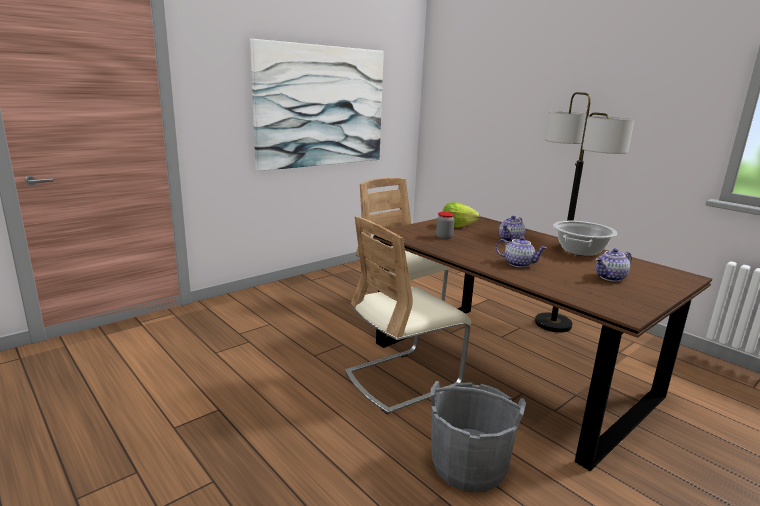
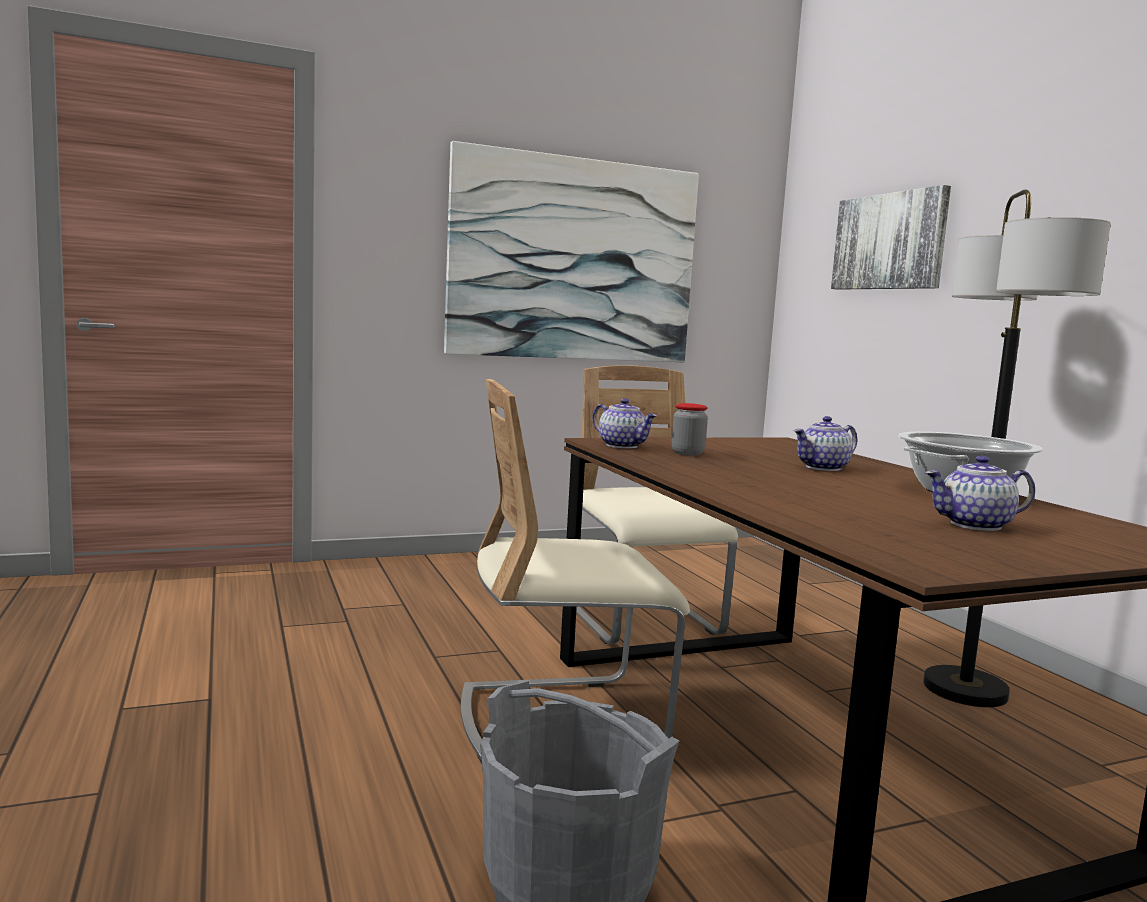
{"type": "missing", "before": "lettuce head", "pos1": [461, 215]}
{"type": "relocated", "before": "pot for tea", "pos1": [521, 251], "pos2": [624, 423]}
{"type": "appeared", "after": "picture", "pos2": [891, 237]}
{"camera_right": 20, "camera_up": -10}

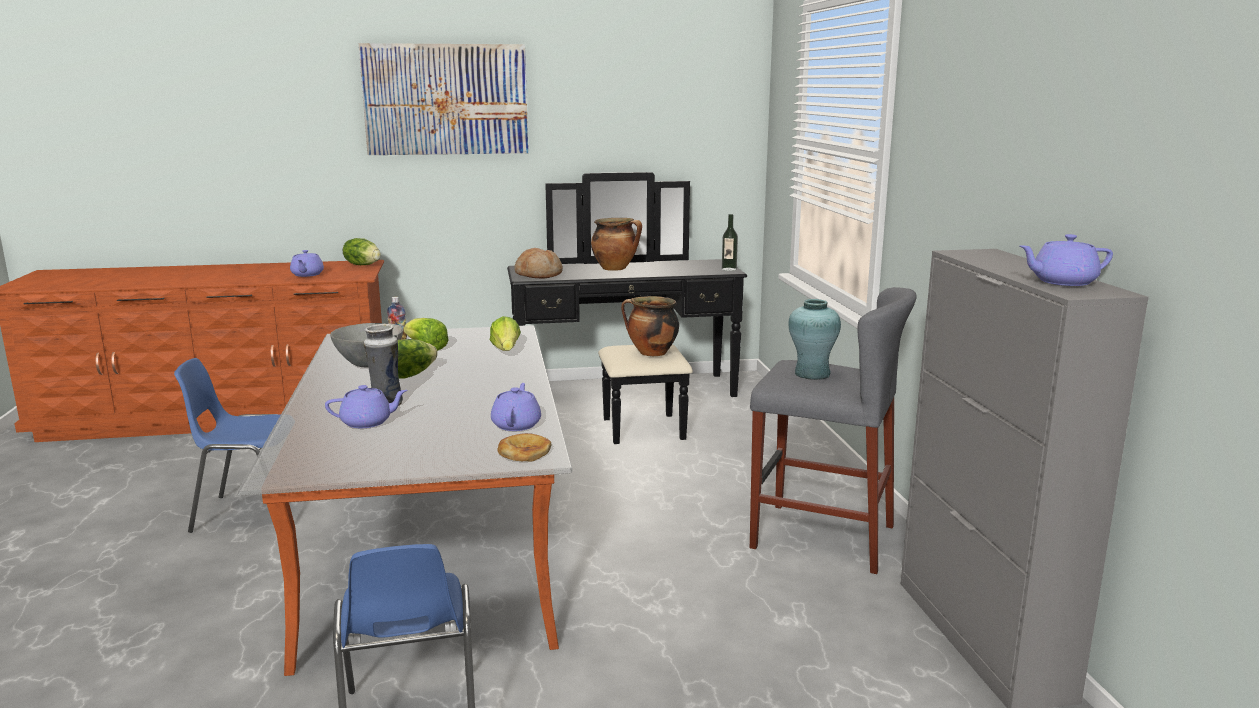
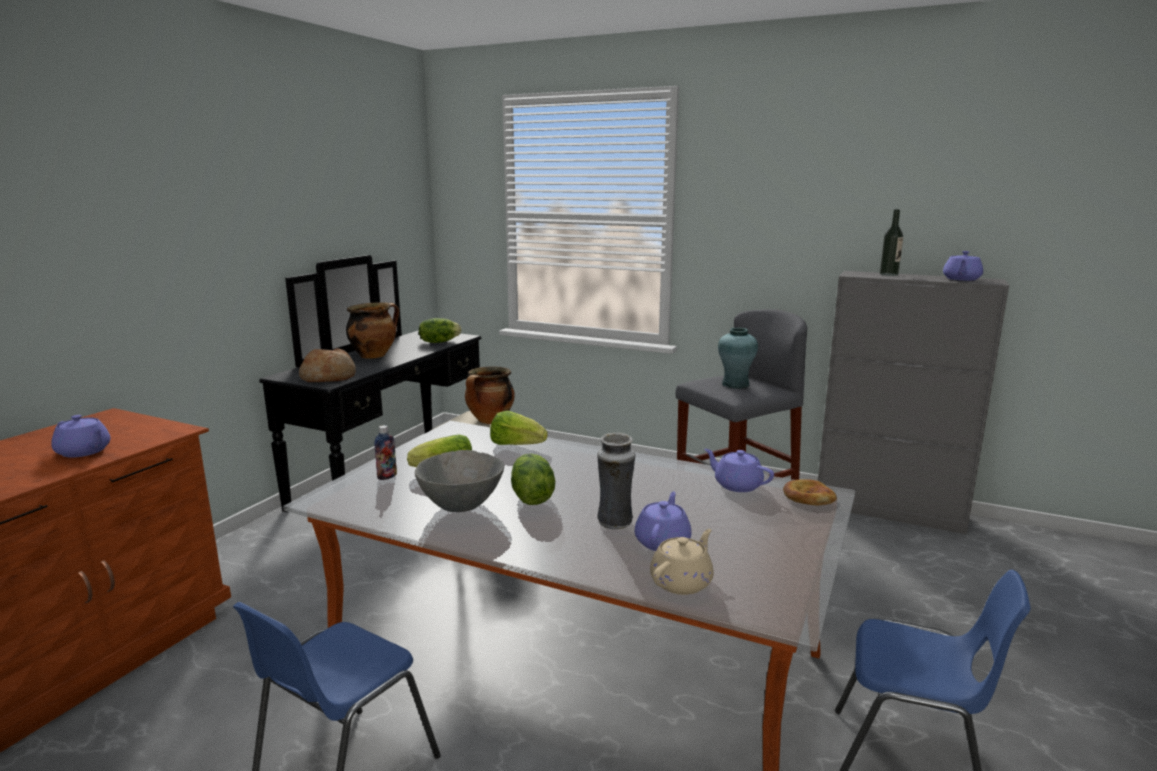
{"type": "missing", "before": "picture", "pos1": [443, 99]}
{"type": "relocated", "before": "drink bottle", "pos1": [730, 242], "pos2": [891, 242]}
{"type": "relocated", "before": "lettuce head", "pos1": [362, 251], "pos2": [440, 330]}
{"type": "appeared", "after": "pot for tea (beige-coloured)", "pos2": [682, 562]}
{"camera_right": -55, "camera_up": 0}

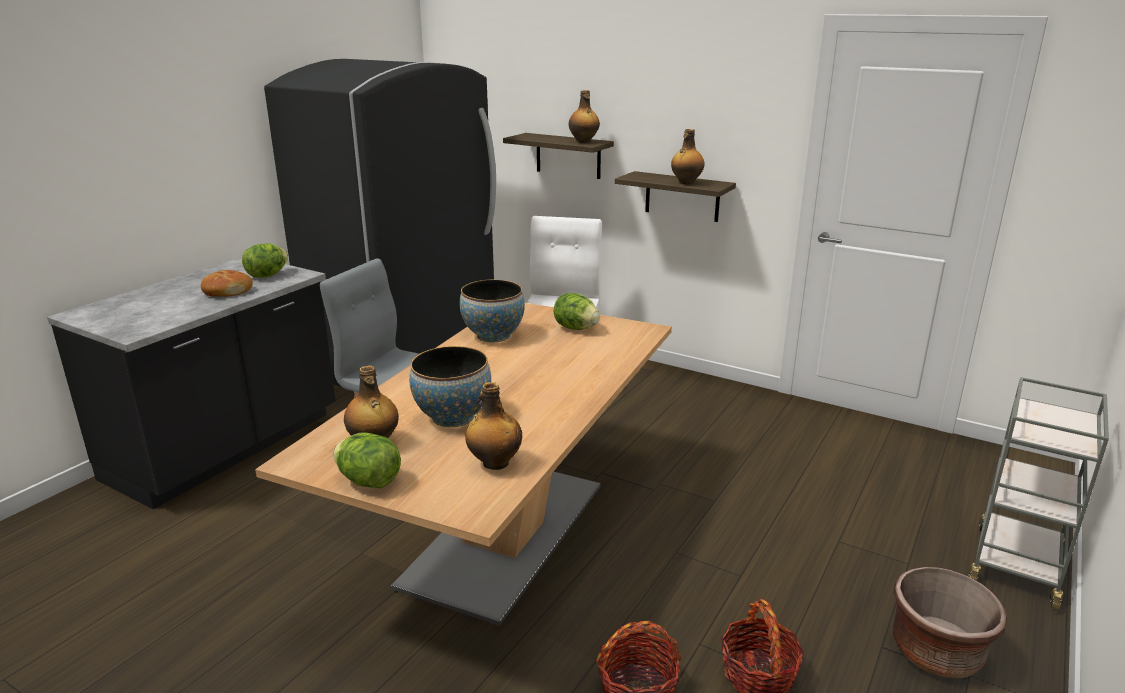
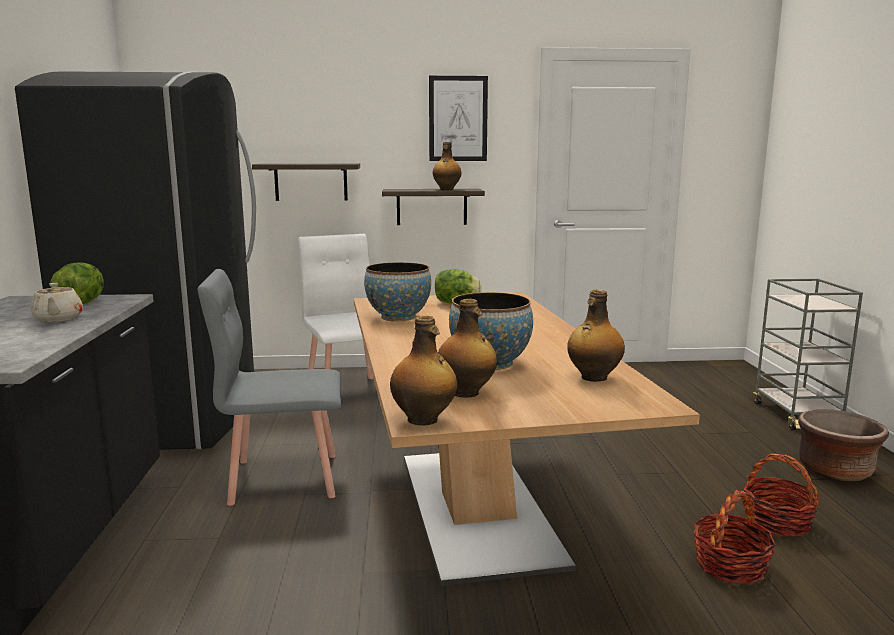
{"type": "relocated", "before": "drink bottle", "pos1": [584, 116], "pos2": [423, 371]}
{"type": "exchanged", "before": "baked bread", "after": "pot for tea (beige-coloured)", "pos1": [227, 283], "pos2": [56, 302]}
{"type": "missing", "before": "lettuce head", "pos1": [367, 460]}
{"type": "appeared", "after": "picture", "pos2": [458, 118]}
{"camera_right": -35, "camera_up": -10}

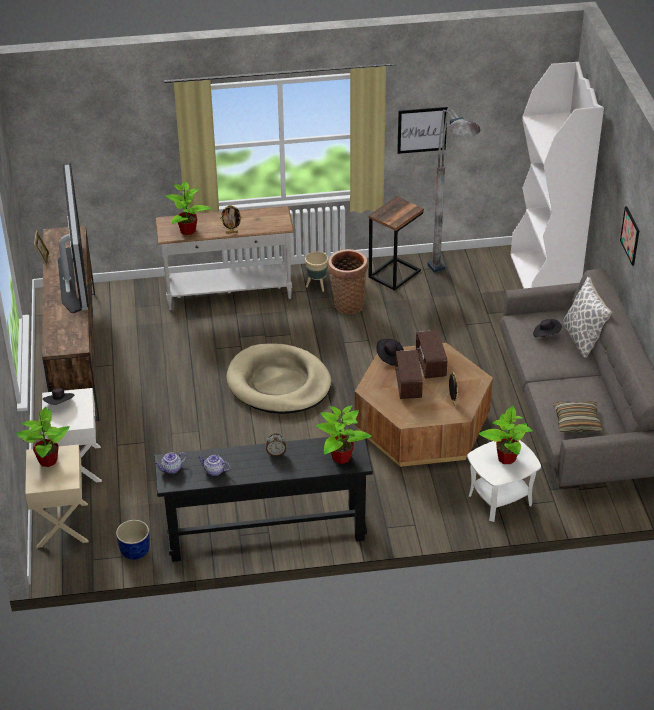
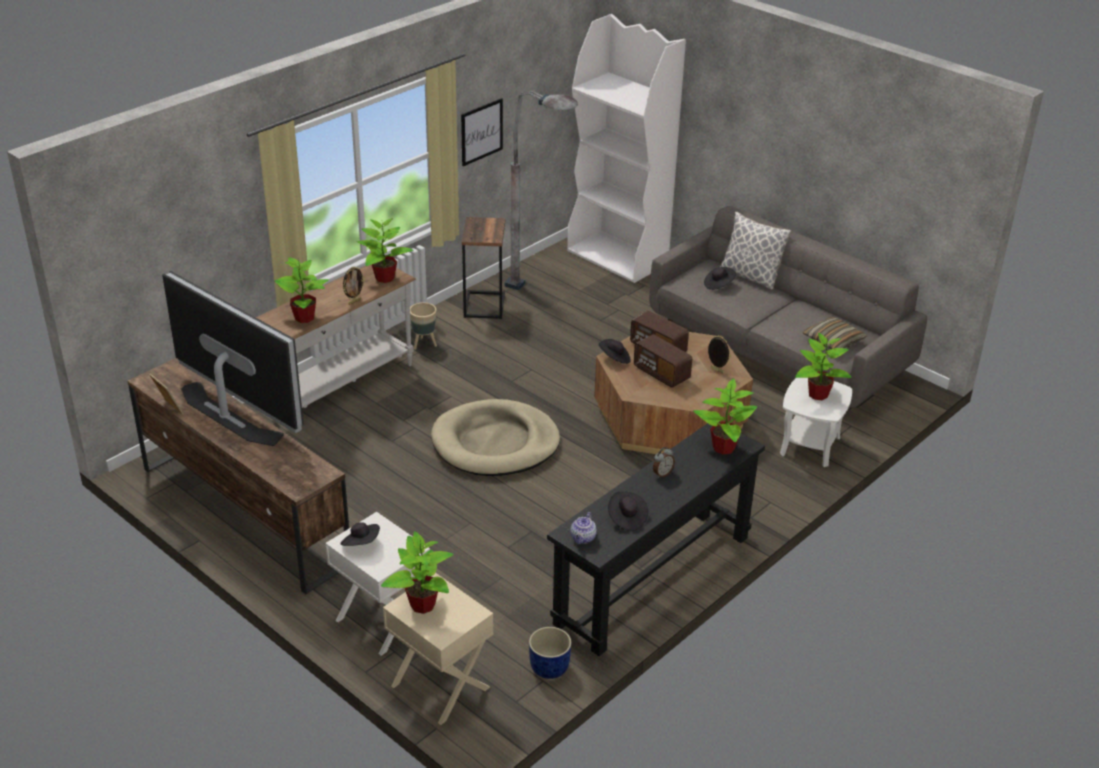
{"type": "missing", "before": "picture", "pos1": [629, 236]}
{"type": "missing", "before": "storage basket", "pos1": [348, 281]}
{"type": "exchanged", "before": "pot for tea", "after": "clothing hat (black-coloured)", "pos1": [214, 465], "pos2": [628, 511]}
{"type": "appeared", "after": "potted plant", "pos2": [385, 250]}
{"camera_right": -40, "camera_up": -5}

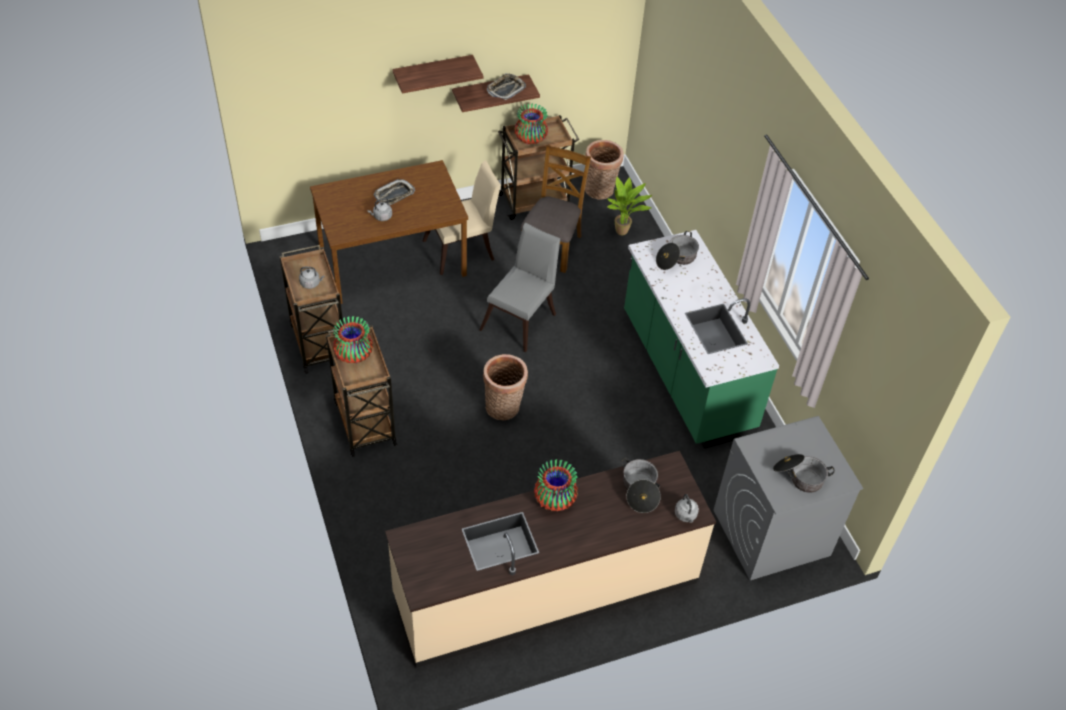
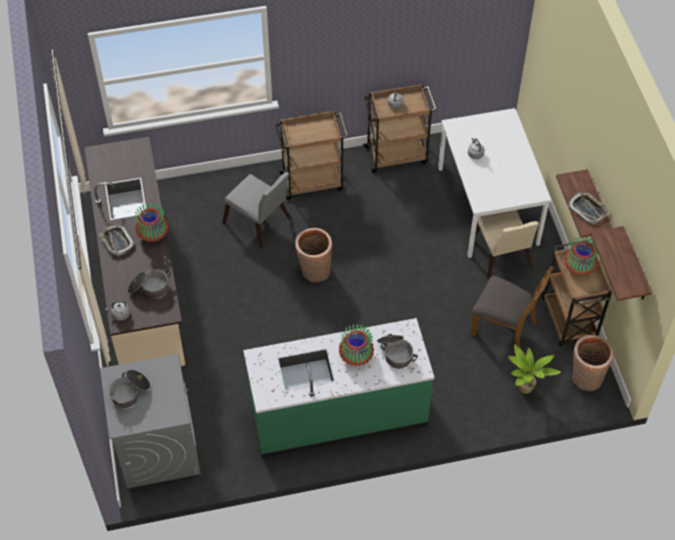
{"type": "relocated", "before": "shelf", "pos1": [438, 74], "pos2": [621, 263]}
{"type": "colour", "before": "dining table (brown)", "after": "dining table (whitish)", "pos1": [389, 232], "pos2": [494, 183]}
{"type": "relocated", "before": "carrying tray", "pos1": [394, 192], "pos2": [117, 239]}
{"type": "relocated", "before": "upright chair (greyish)", "pos1": [519, 288], "pos2": [257, 210]}
{"type": "relocated", "before": "flower vase", "pos1": [353, 339], "pos2": [356, 345]}
{"camera_right": 100, "camera_up": 5}

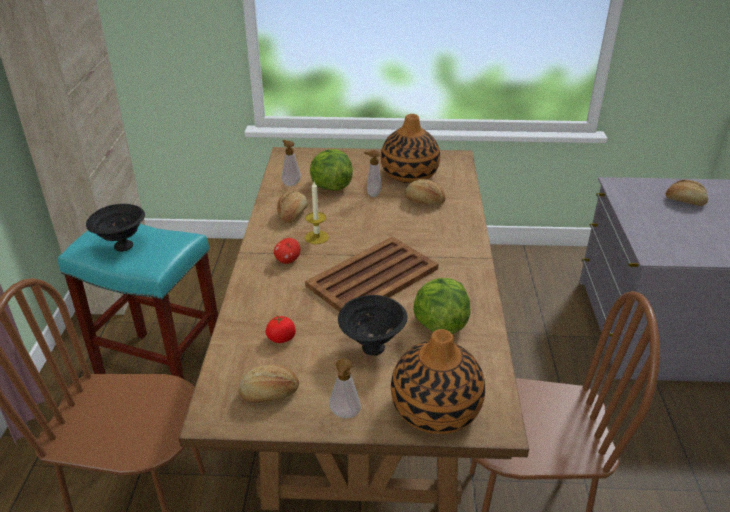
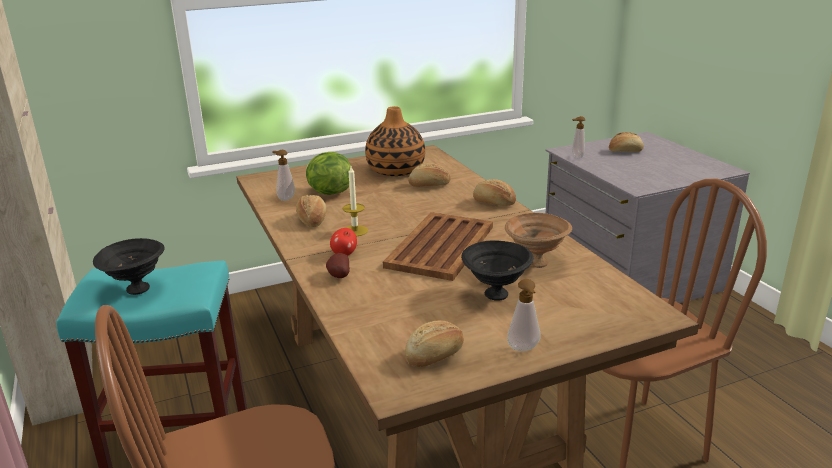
{"type": "relocated", "before": "soap dispenser", "pos1": [372, 173], "pos2": [578, 137]}
{"type": "exchanged", "before": "lettuce head", "after": "bowl (brown)", "pos1": [442, 306], "pos2": [538, 240]}
{"type": "missing", "before": "tomato", "pos1": [281, 329]}
{"type": "missing", "before": "flower vase", "pos1": [438, 381]}
{"type": "appeared", "after": "baked bread", "pos2": [494, 192]}
{"type": "appeared", "after": "potato", "pos2": [338, 265]}
{"camera_right": -25, "camera_up": -10}

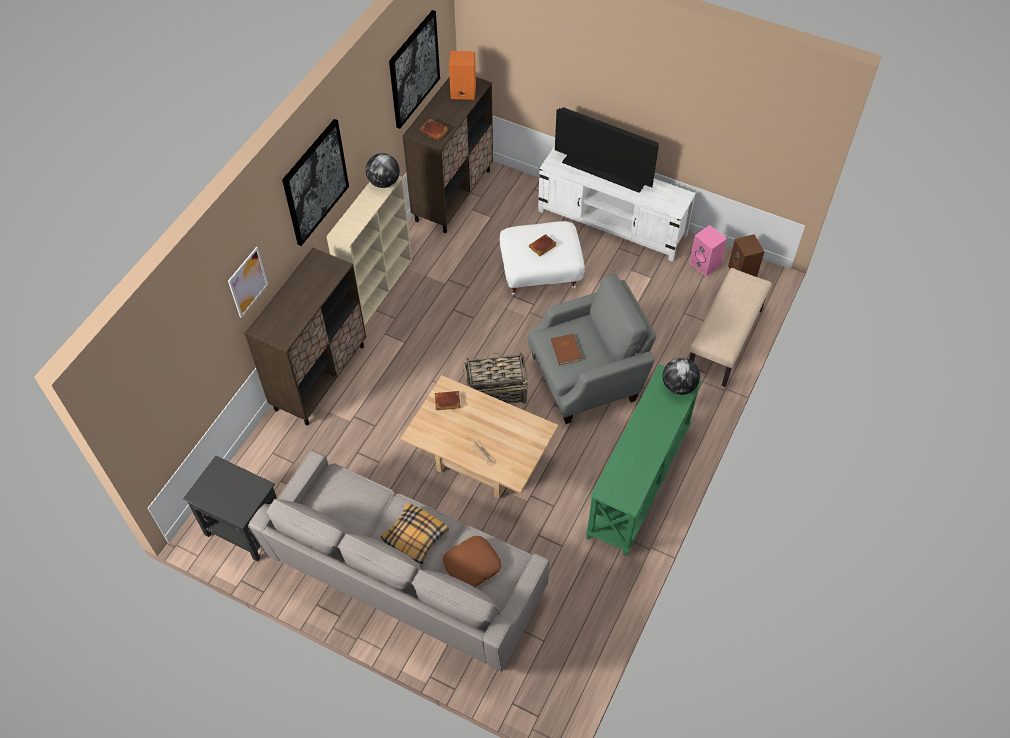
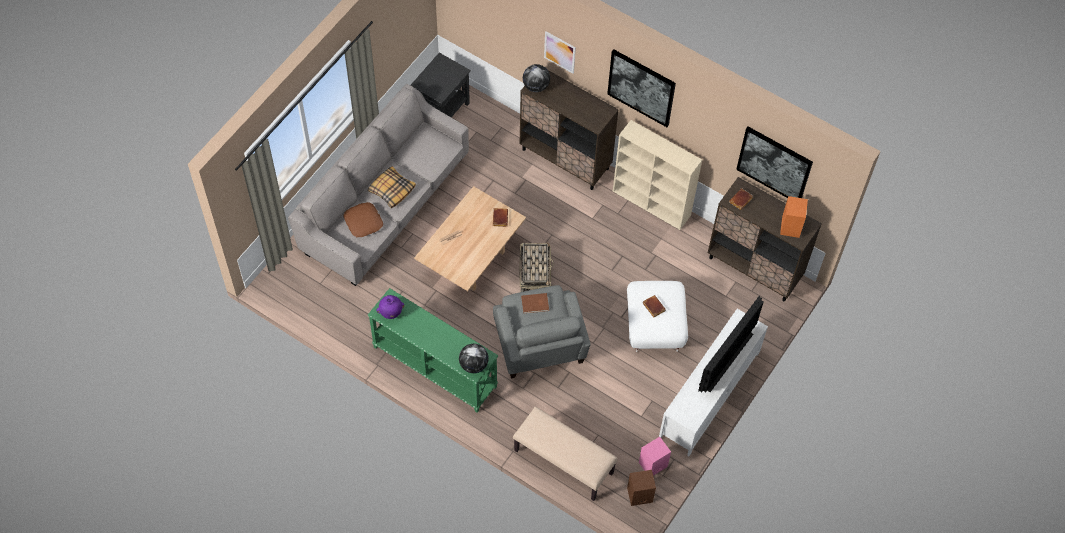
{"type": "relocated", "before": "globe", "pos1": [382, 170], "pos2": [536, 78]}
{"type": "appeared", "after": "flower vase (purplish)", "pos2": [391, 307]}
{"camera_right": 95, "camera_up": 5}

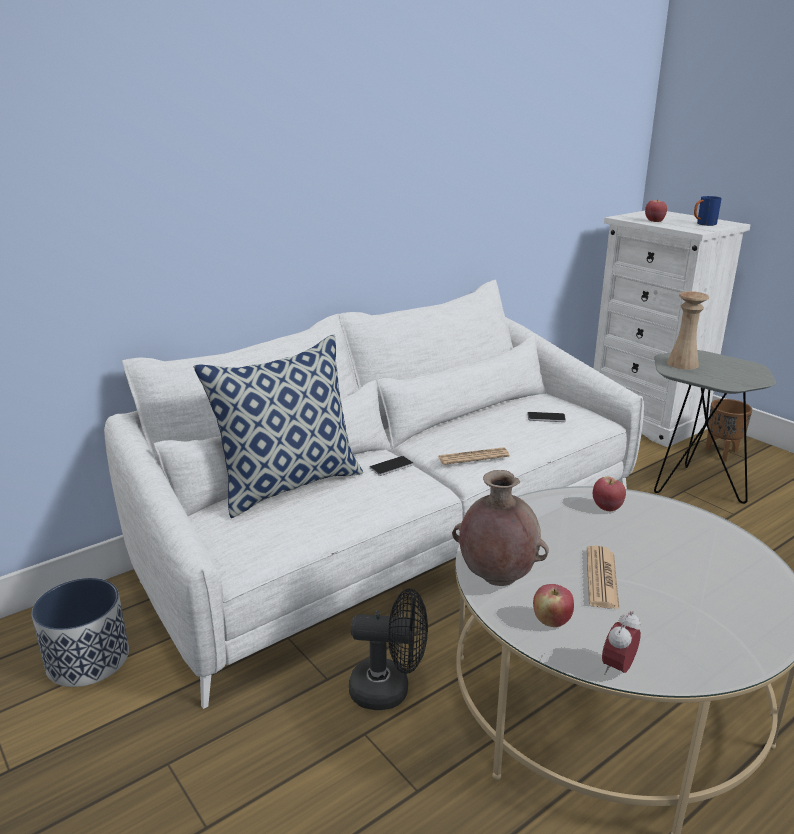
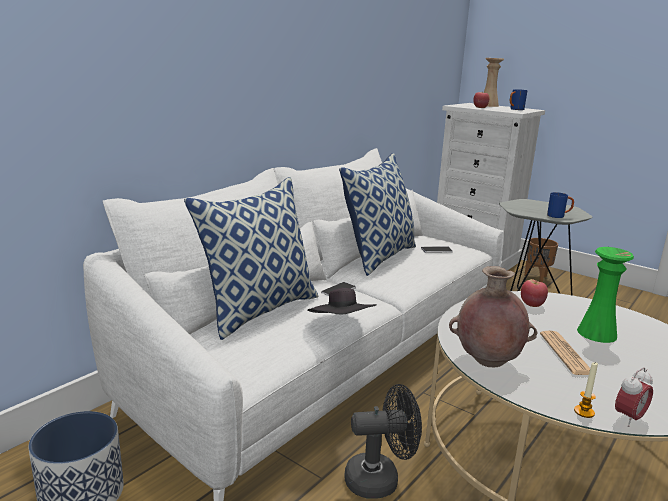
{"type": "relocated", "before": "flower vase (beige-coloured)", "pos1": [688, 330], "pos2": [494, 82]}
{"type": "missing", "before": "printed paper", "pos1": [474, 456]}
{"type": "missing", "before": "whole apple", "pos1": [553, 605]}
{"type": "spun", "before": "alarm clock", "pos1": [621, 643], "pos2": [634, 397], "turn": -150}
{"type": "appeared", "after": "pillow", "pos2": [377, 214]}
{"type": "appeared", "after": "mug (bluish)", "pos2": [560, 205]}
{"type": "appeared", "after": "flower vase (green)", "pos2": [605, 295]}
{"type": "appeared", "after": "clothing hat (black-coloured)", "pos2": [342, 301]}
{"type": "appeared", "after": "wax candle", "pos2": [586, 390]}
{"camera_right": -15, "camera_up": -5}

